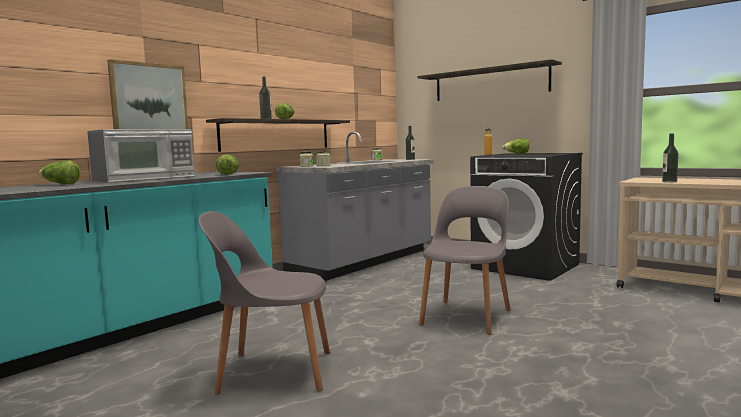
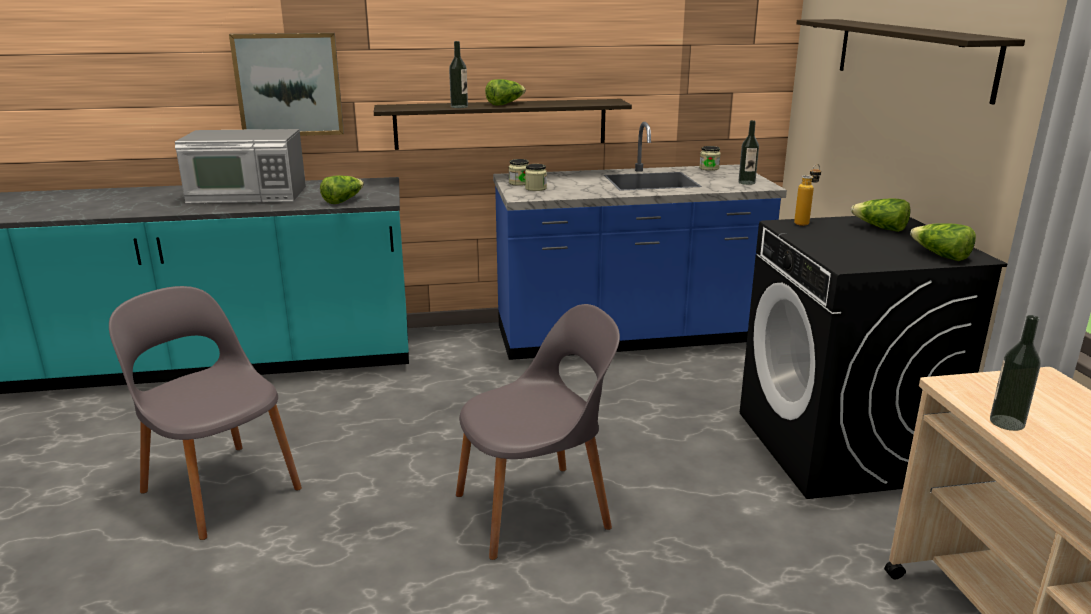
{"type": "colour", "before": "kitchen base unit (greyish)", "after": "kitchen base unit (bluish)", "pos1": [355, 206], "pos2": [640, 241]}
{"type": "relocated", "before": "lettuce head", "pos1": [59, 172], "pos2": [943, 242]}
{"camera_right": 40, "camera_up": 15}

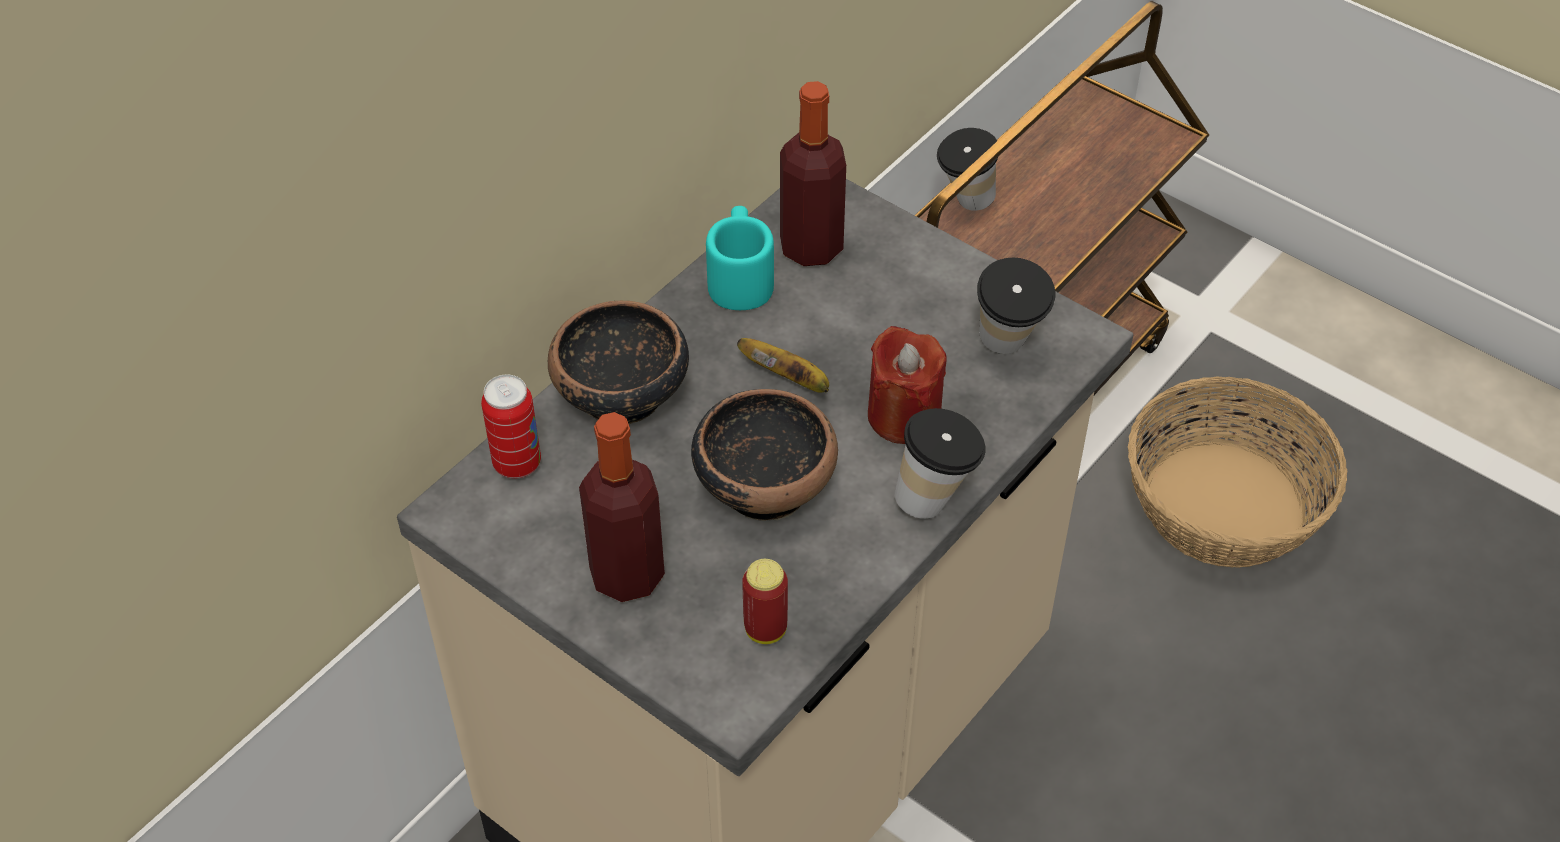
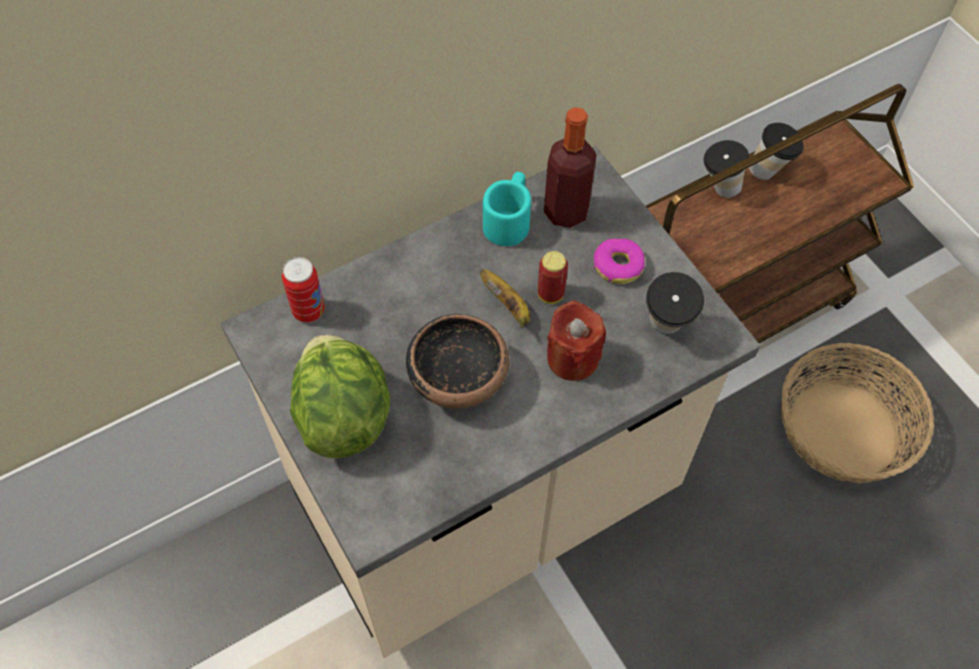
{"type": "missing", "before": "bowl", "pos1": [618, 363]}
{"type": "relocated", "before": "small cup", "pos1": [939, 463], "pos2": [776, 151]}
{"type": "exchanged", "before": "drink bottle", "after": "lettuce head", "pos1": [622, 507], "pos2": [340, 396]}
{"type": "relocated", "before": "can", "pos1": [765, 601], "pos2": [553, 277]}
{"type": "appeared", "after": "donut", "pos2": [619, 261]}
{"camera_right": 20, "camera_up": 10}

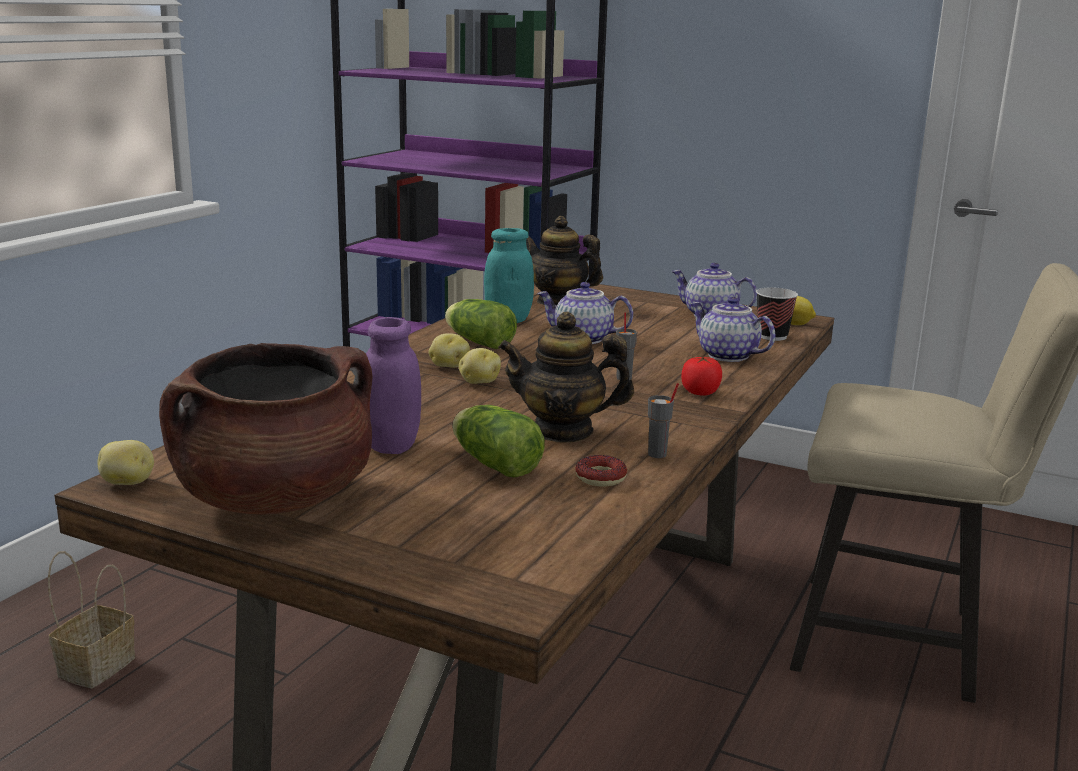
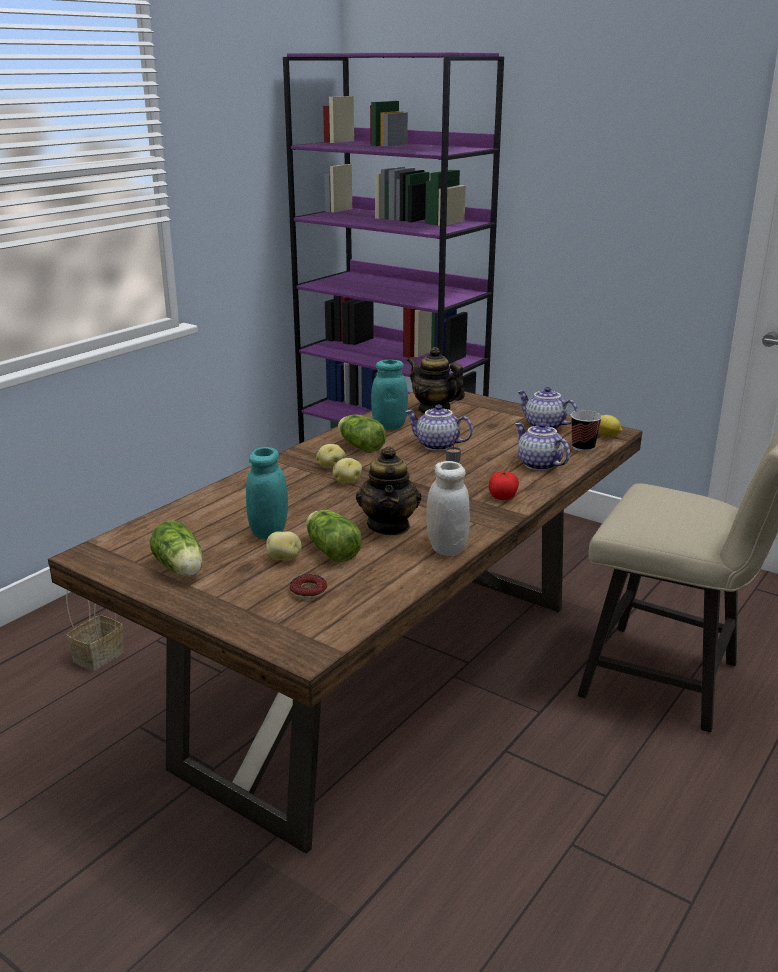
{"type": "spun", "before": "pot for tea", "pos1": [566, 377], "pos2": [389, 490], "turn": -105}
{"type": "colour", "before": "jar (purplish)", "after": "jar (blue-green)", "pos1": [393, 385], "pos2": [267, 493]}
{"type": "exchanged", "before": "cooking pot (brown)", "after": "lettuce head", "pos1": [266, 429], "pos2": [176, 548]}
{"type": "exchanged", "before": "small cup (greyish)", "after": "jar (whitish)", "pos1": [663, 420], "pos2": [448, 508]}
{"type": "relocated", "before": "potato", "pos1": [126, 462], "pos2": [284, 546]}
{"type": "relocated", "before": "donut", "pos1": [601, 471], "pos2": [308, 587]}
{"camera_right": 10, "camera_up": 5}

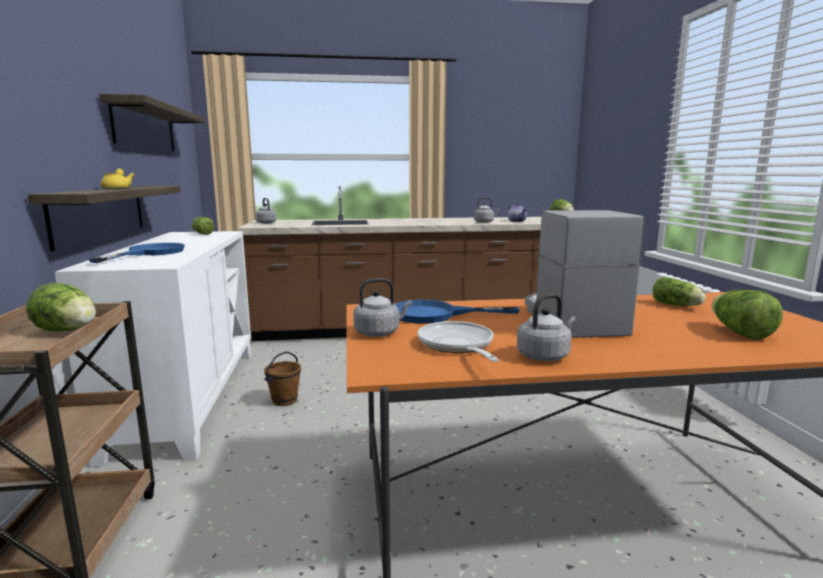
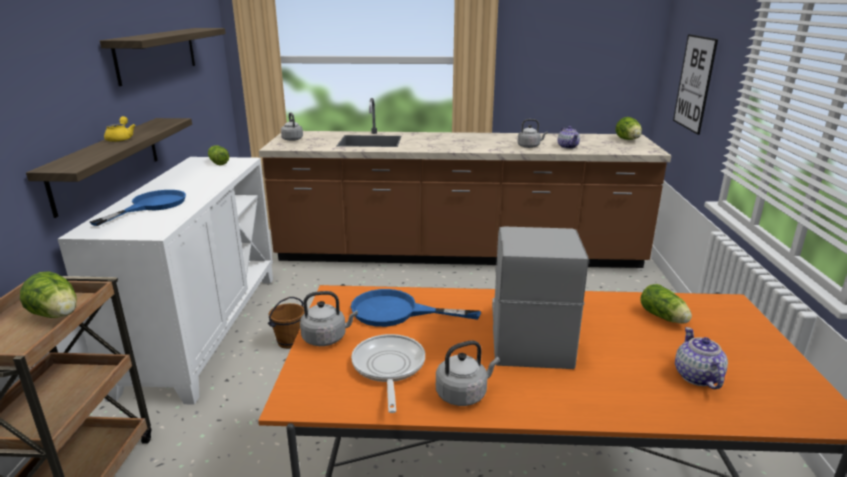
{"type": "exchanged", "before": "lettuce head", "after": "pot for tea", "pos1": [747, 315], "pos2": [701, 358]}
{"type": "appeared", "after": "picture", "pos2": [695, 84]}
{"camera_right": 10, "camera_up": 10}

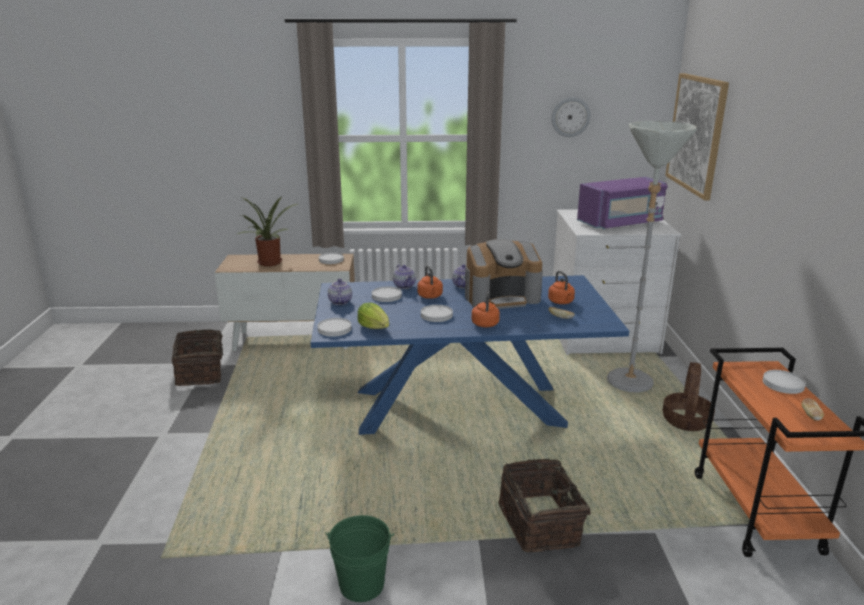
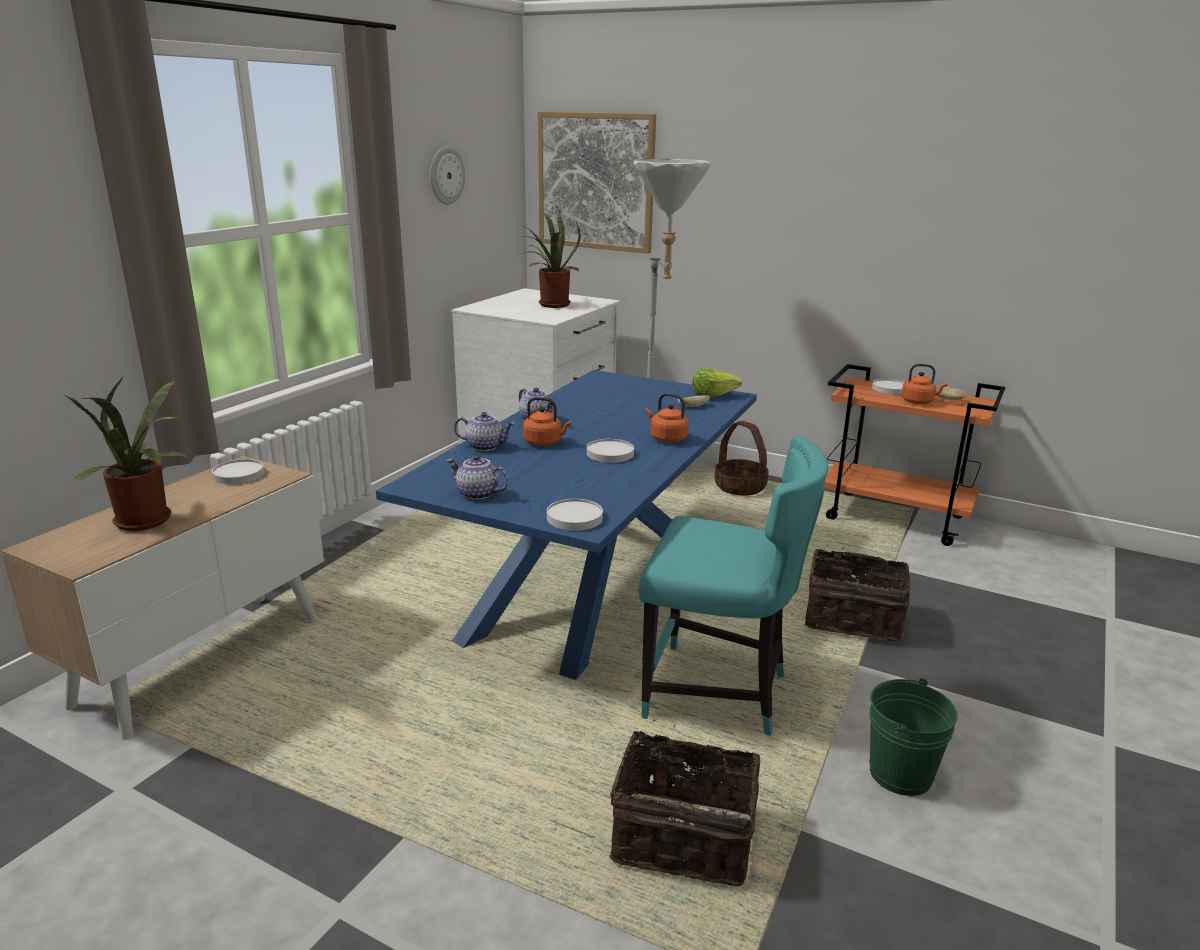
{"type": "exchanged", "before": "kitchen microwave (purplish)", "after": "potted plant", "pos1": [622, 203], "pos2": [550, 259]}
{"type": "missing", "before": "coffee brewer", "pos1": [504, 274]}
{"type": "relocated", "before": "tea kettle (orange-coloured)", "pos1": [561, 287], "pos2": [924, 384]}
{"type": "missing", "before": "plate (whitish)", "pos1": [387, 294]}
{"type": "relocated", "before": "lettuce head", "pos1": [373, 316], "pos2": [717, 383]}
{"type": "relocated", "before": "storage basket", "pos1": [202, 357], "pos2": [684, 803]}
{"type": "appeared", "after": "upright chair (blue-green)", "pos2": [733, 585]}
{"camera_right": -60, "camera_up": 0}

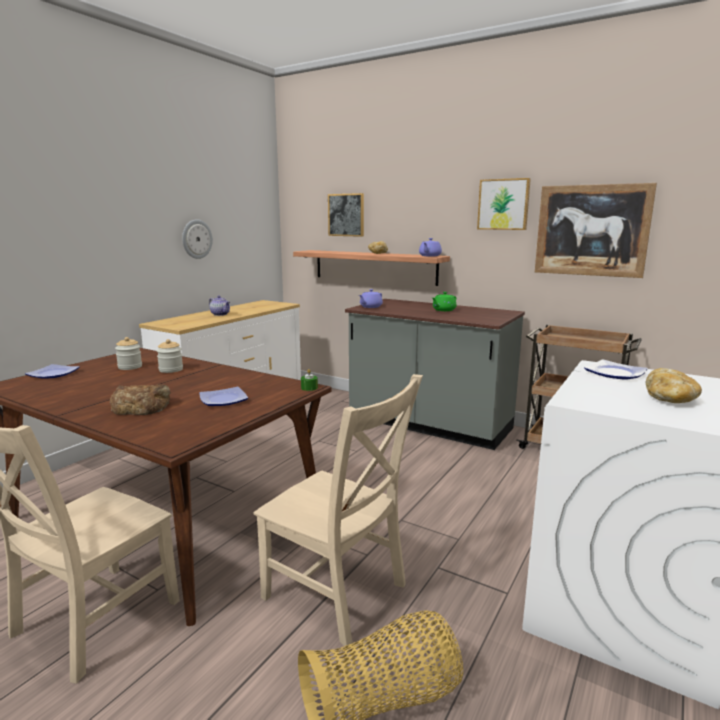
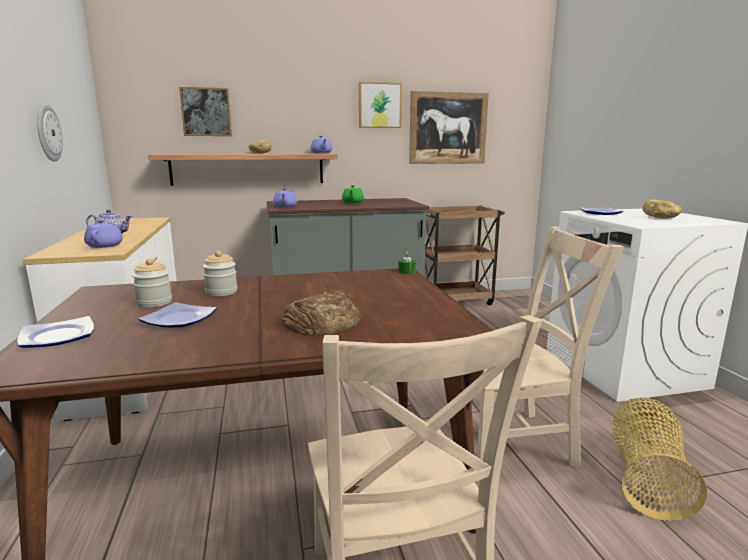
{"type": "relocated", "before": "plate", "pos1": [223, 396], "pos2": [177, 315]}
{"type": "appeared", "after": "pot for tea (purplish)", "pos2": [103, 234]}
{"camera_right": -45, "camera_up": 0}

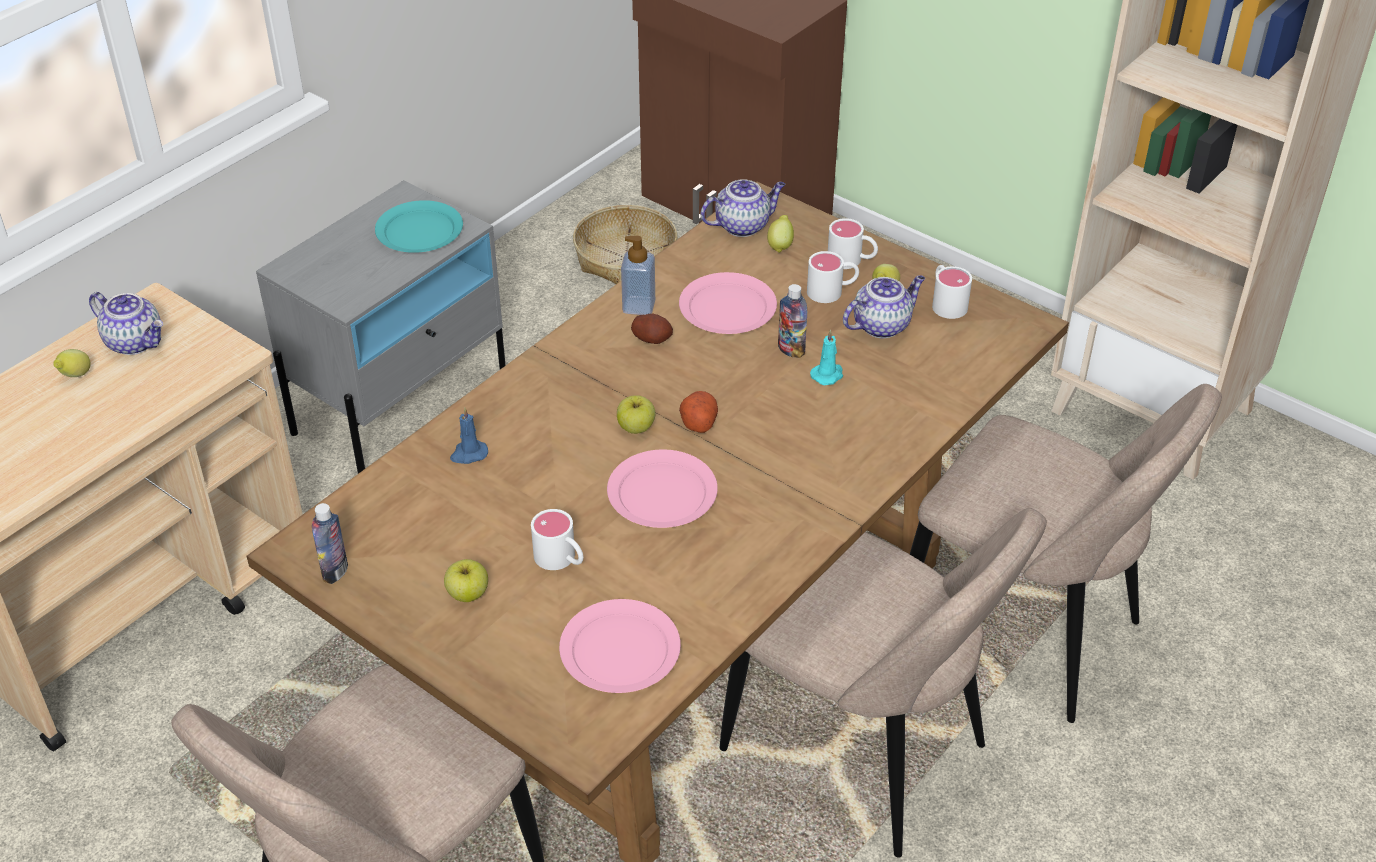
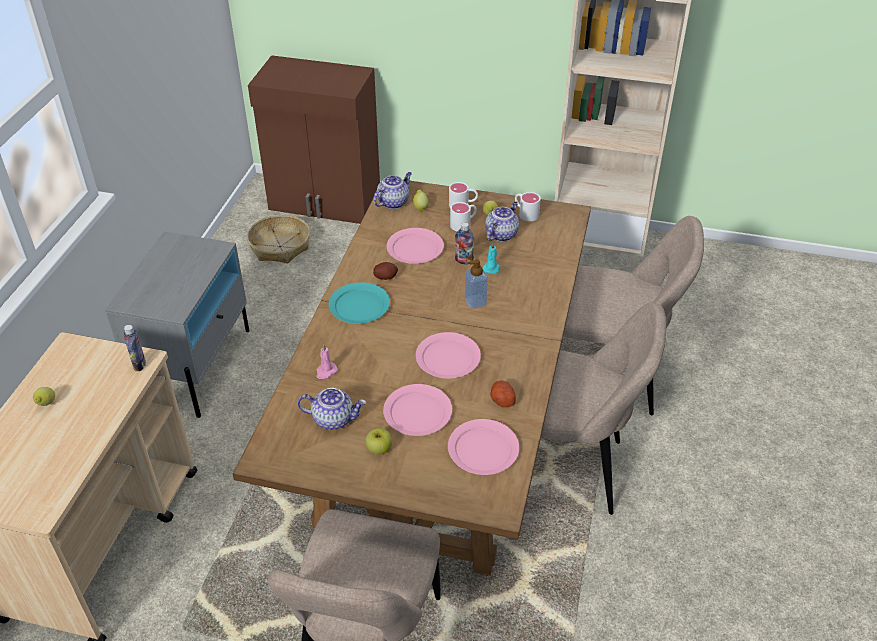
{"type": "relocated", "before": "plate (blue-green)", "pos1": [419, 226], "pos2": [359, 303]}
{"type": "relocated", "before": "soap dispenser", "pos1": [638, 275], "pos2": [476, 283]}
{"type": "relocated", "before": "pot for tea", "pos1": [126, 323], "pos2": [331, 409]}
{"type": "relocated", "before": "potato", "pos1": [698, 412], "pos2": [503, 393]}
{"type": "missing", "before": "whole apple", "pos1": [636, 414]}
{"type": "colour", "before": "wax candle (bluish)", "after": "wax candle (pinkish)", "pos1": [469, 435], "pos2": [327, 361]}
{"type": "relocated", "before": "drink bottle", "pos1": [330, 543], "pos2": [135, 348]}
{"type": "exchanged", "before": "mug (whitish)", "after": "plate (pinkish)", "pos1": [557, 539], "pos2": [417, 410]}
{"camera_right": -25, "camera_up": 0}

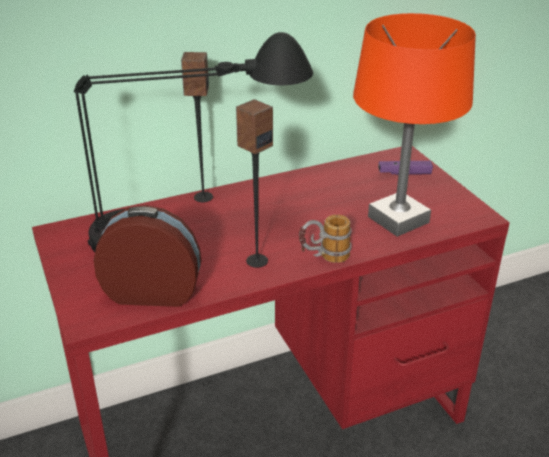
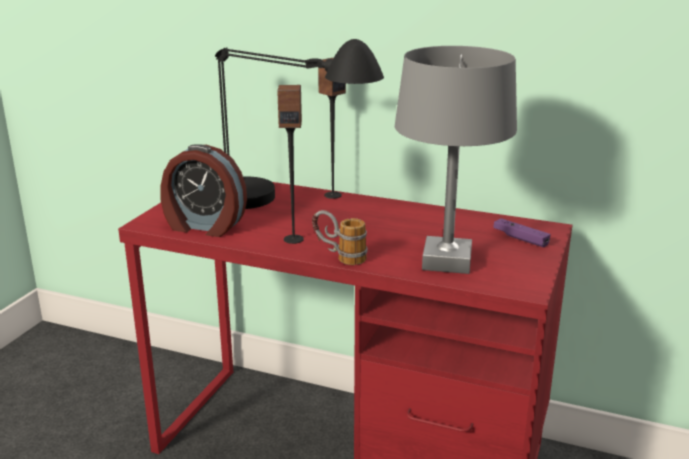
{"type": "colour", "before": "tabletop lamp (orange-coloured)", "after": "tabletop lamp (greyish)", "pos1": [414, 125], "pos2": [456, 160]}
{"type": "spun", "before": "alarm clock", "pos1": [148, 256], "pos2": [204, 190], "turn": 150}
{"camera_right": 45, "camera_up": -10}

